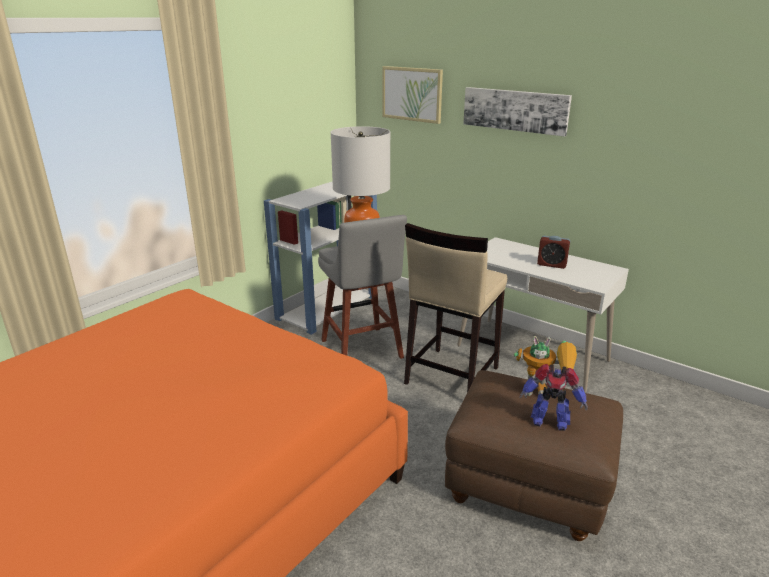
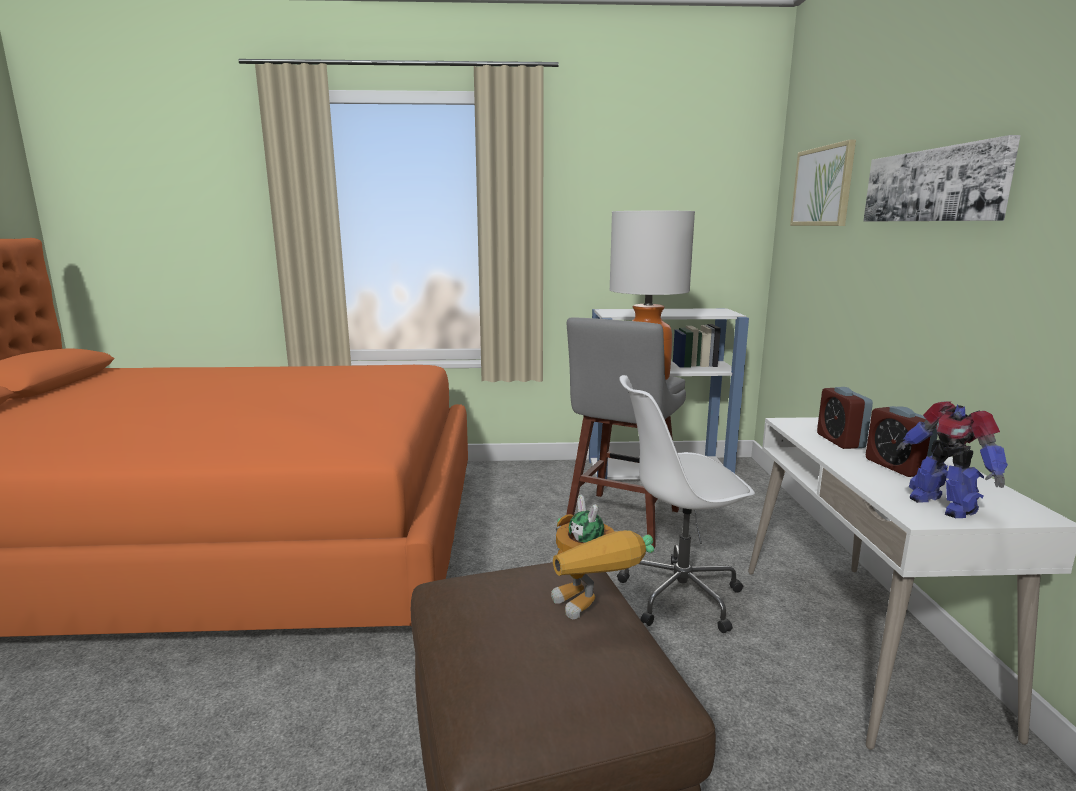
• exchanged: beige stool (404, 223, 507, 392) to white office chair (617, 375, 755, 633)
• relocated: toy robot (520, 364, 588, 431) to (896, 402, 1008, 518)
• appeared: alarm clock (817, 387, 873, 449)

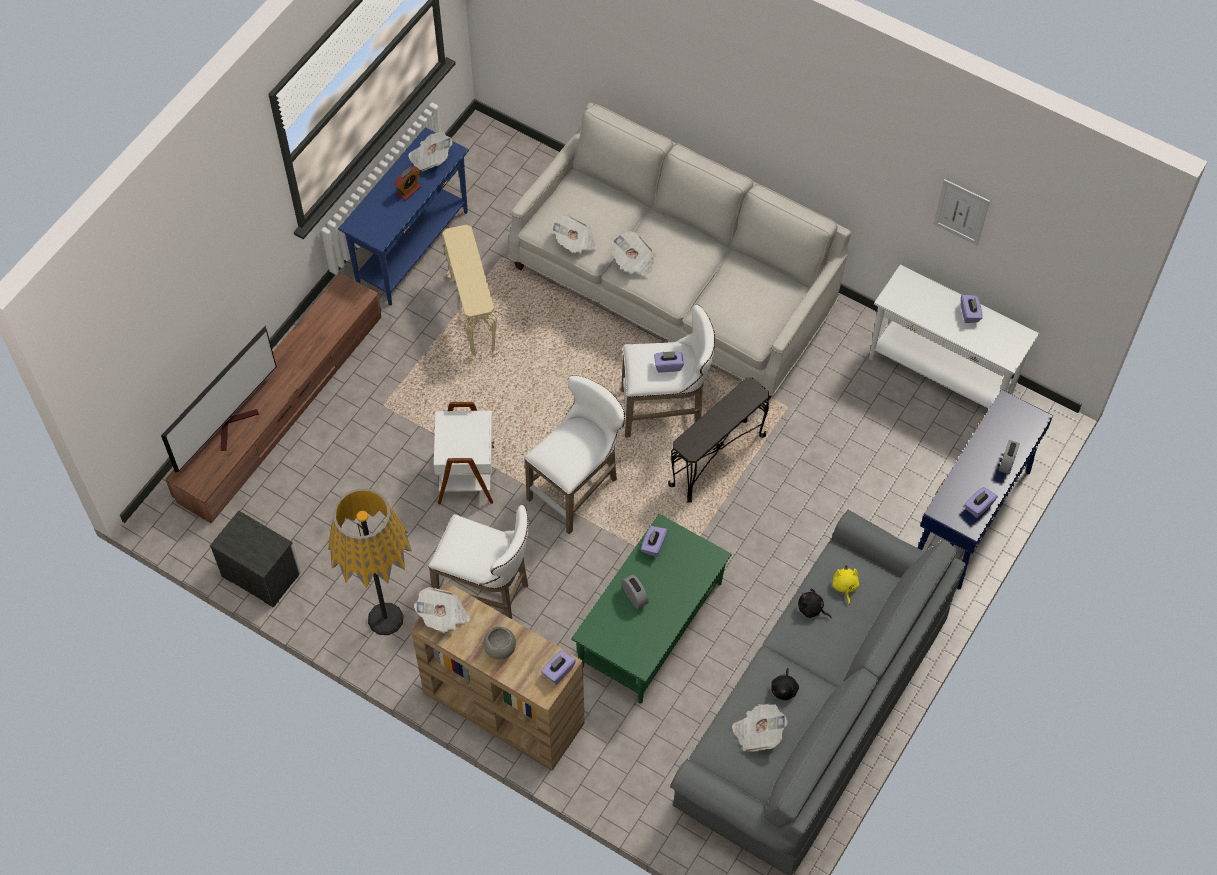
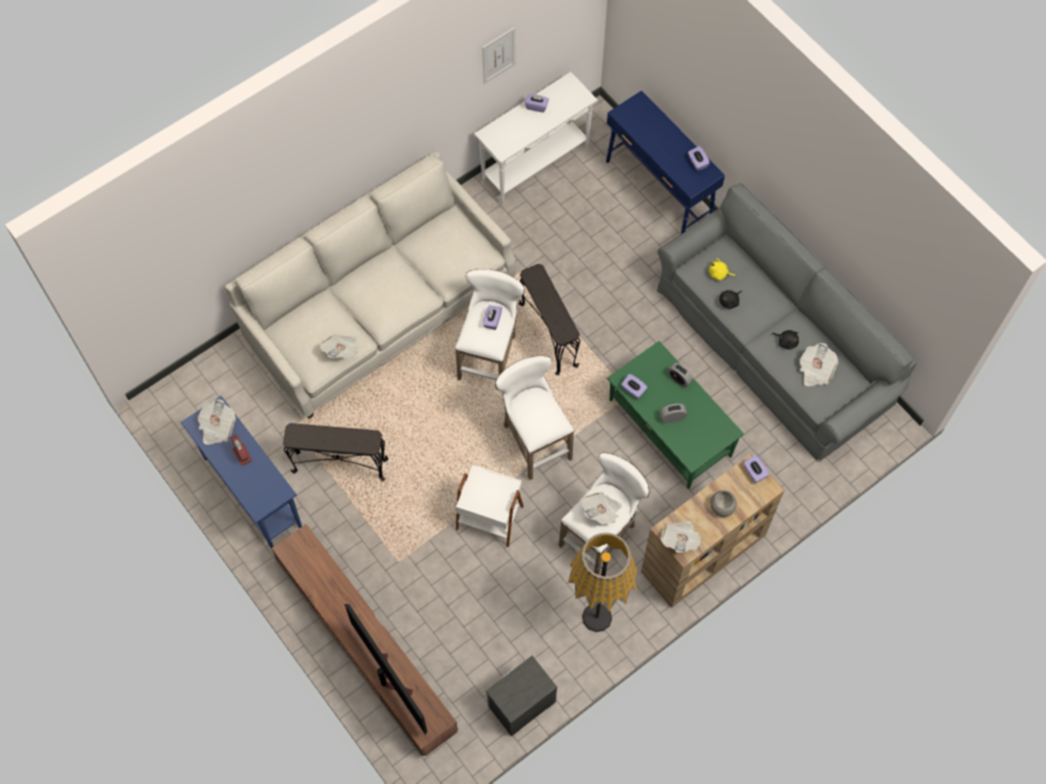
• colour: beige side table (442, 224, 500, 360) to black side table (283, 423, 388, 481)
• relocated: newspaper (612, 231, 656, 277) to (581, 492, 622, 524)
• relocated: alarm clock (999, 440, 1020, 474) to (667, 362, 693, 388)

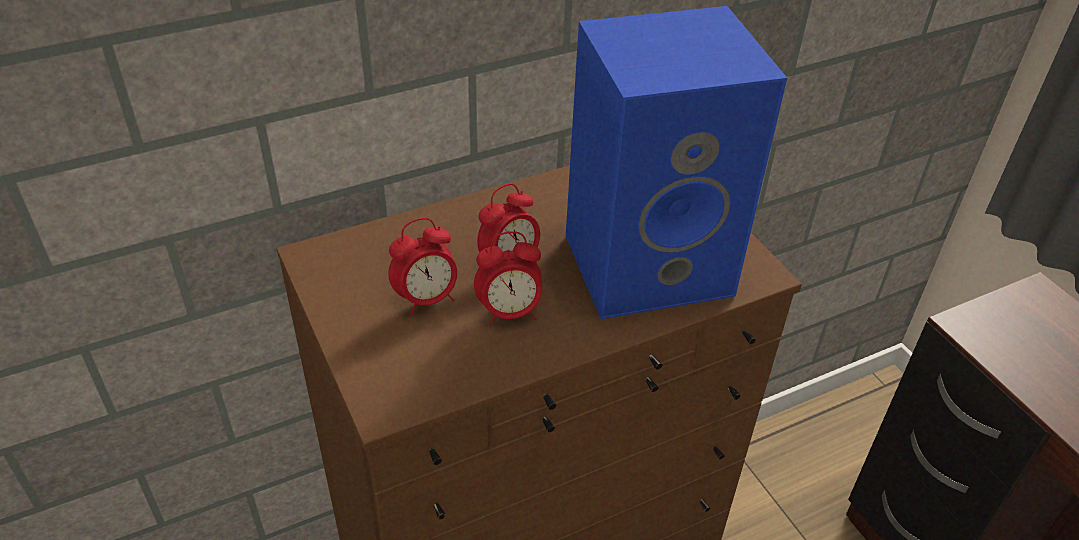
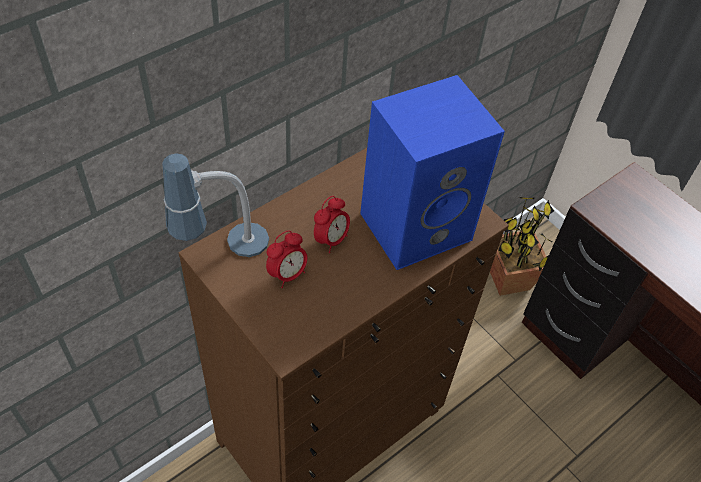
• missing: alarm clock (474, 231, 542, 327)
• appeared: table lamp (162, 153, 269, 257)
• appeared: potted plant (490, 197, 554, 296)

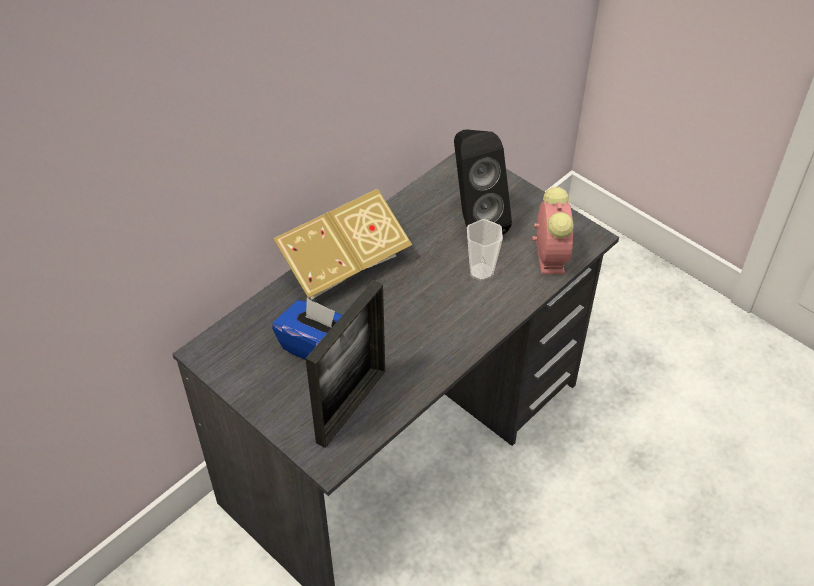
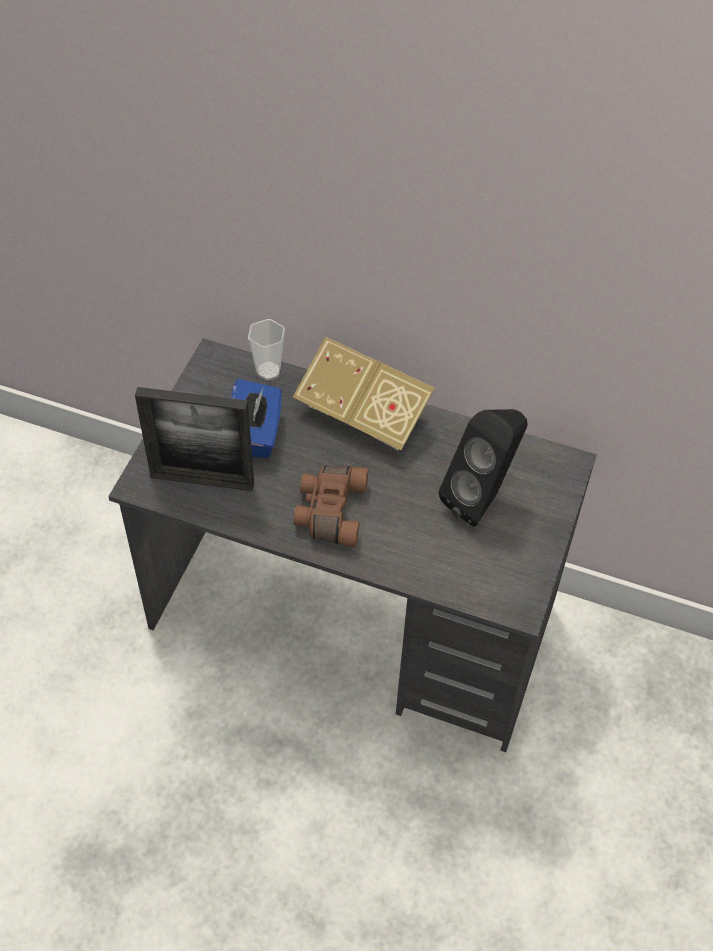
• relocated: cup (467, 219, 503, 281) to (248, 319, 285, 380)
• missing: alarm clock (532, 187, 574, 274)
• appeared: brown binoculars (293, 466, 369, 547)

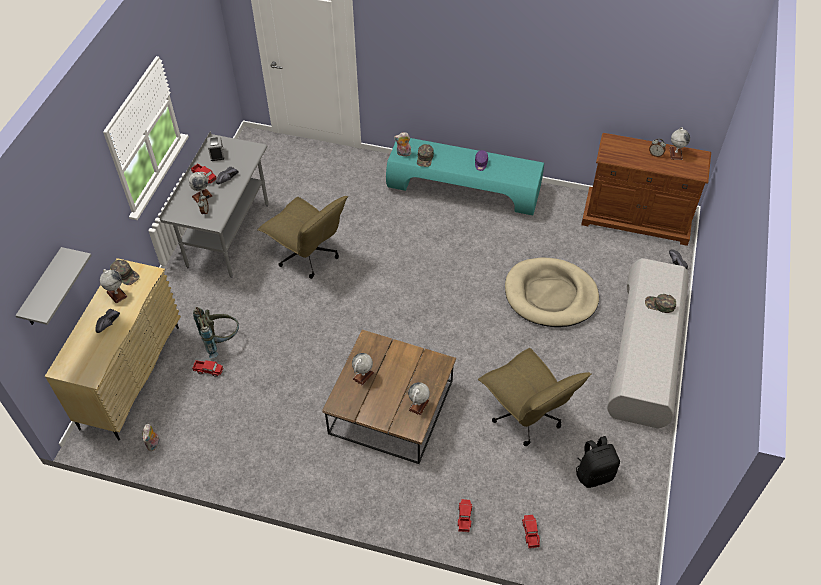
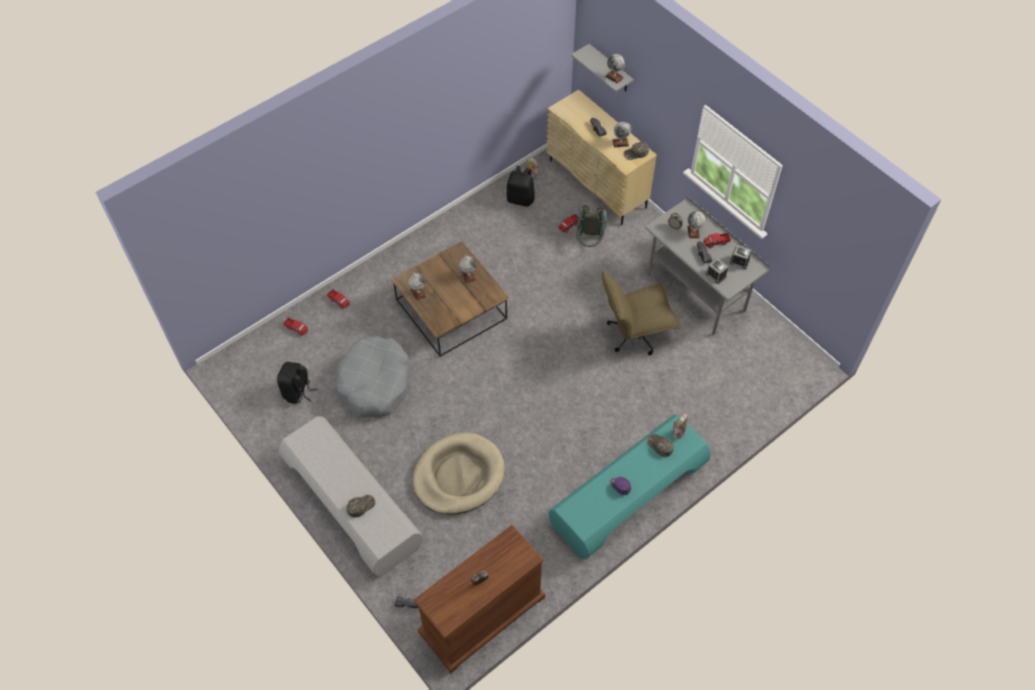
• exchanged: beige office chair (478, 348, 592, 446) to grey dog bed (336, 336, 410, 417)
• relocated: globe (669, 127, 690, 160) to (605, 54, 625, 84)
• appeared: black backpack (506, 166, 535, 207)
• appeared: alarm clock (705, 258, 728, 284)

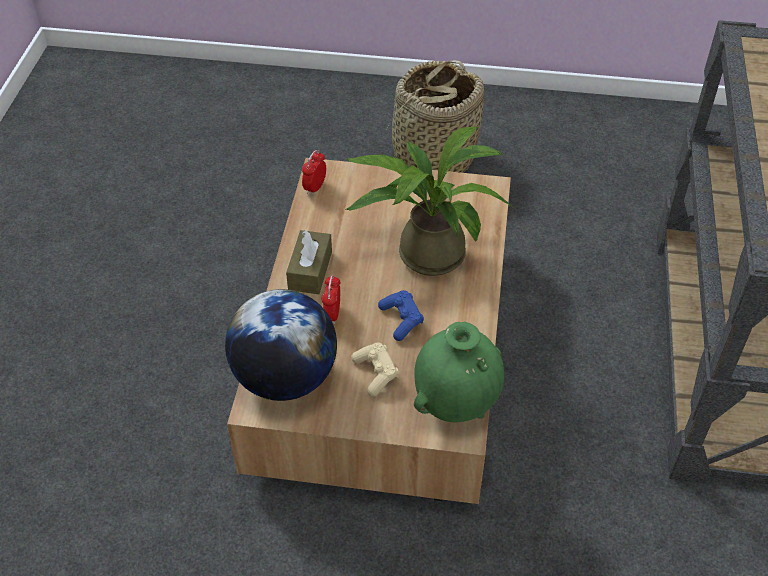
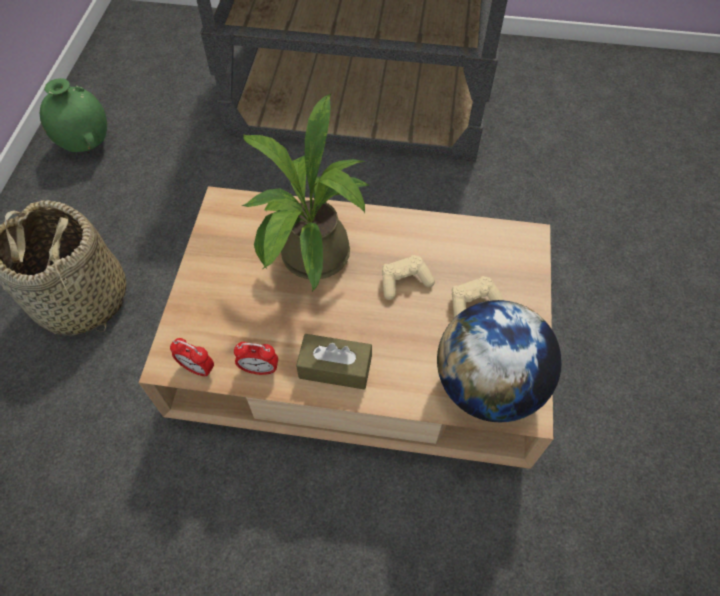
• relocated: alarm clock (322, 275, 341, 324) to (234, 342, 278, 375)
• colour: blue game controller (378, 290, 424, 341) to beige game controller (382, 255, 435, 300)
• relocated: green vase (414, 322, 504, 422) to (40, 78, 107, 152)

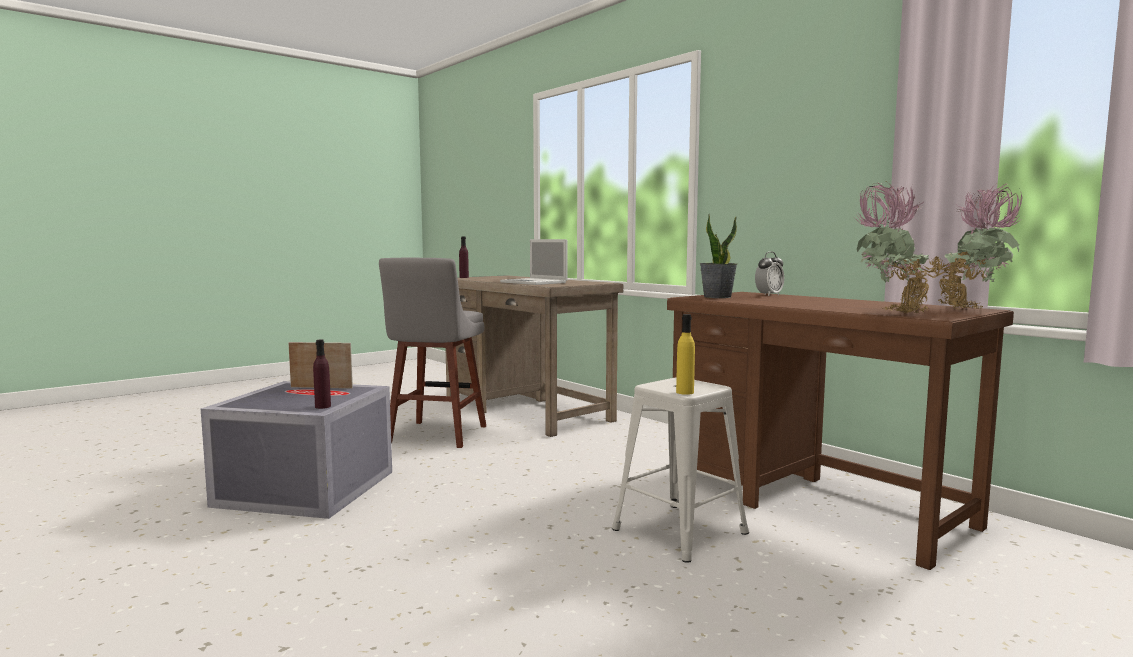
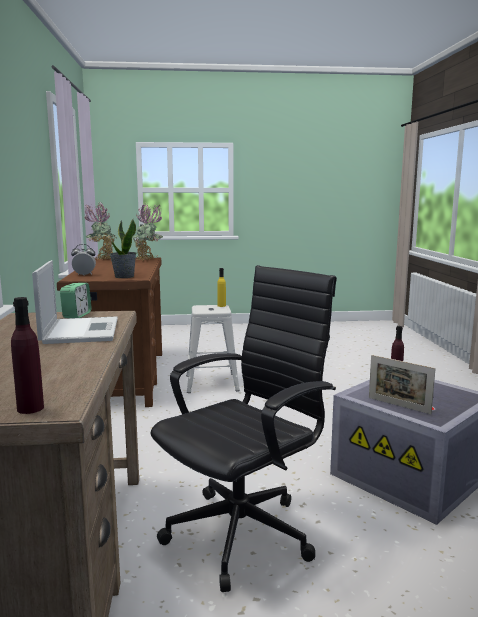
• exchanged: grey stool (379, 258, 486, 448) to black office chair (151, 265, 337, 592)
• appeared: alarm clock (60, 283, 91, 318)

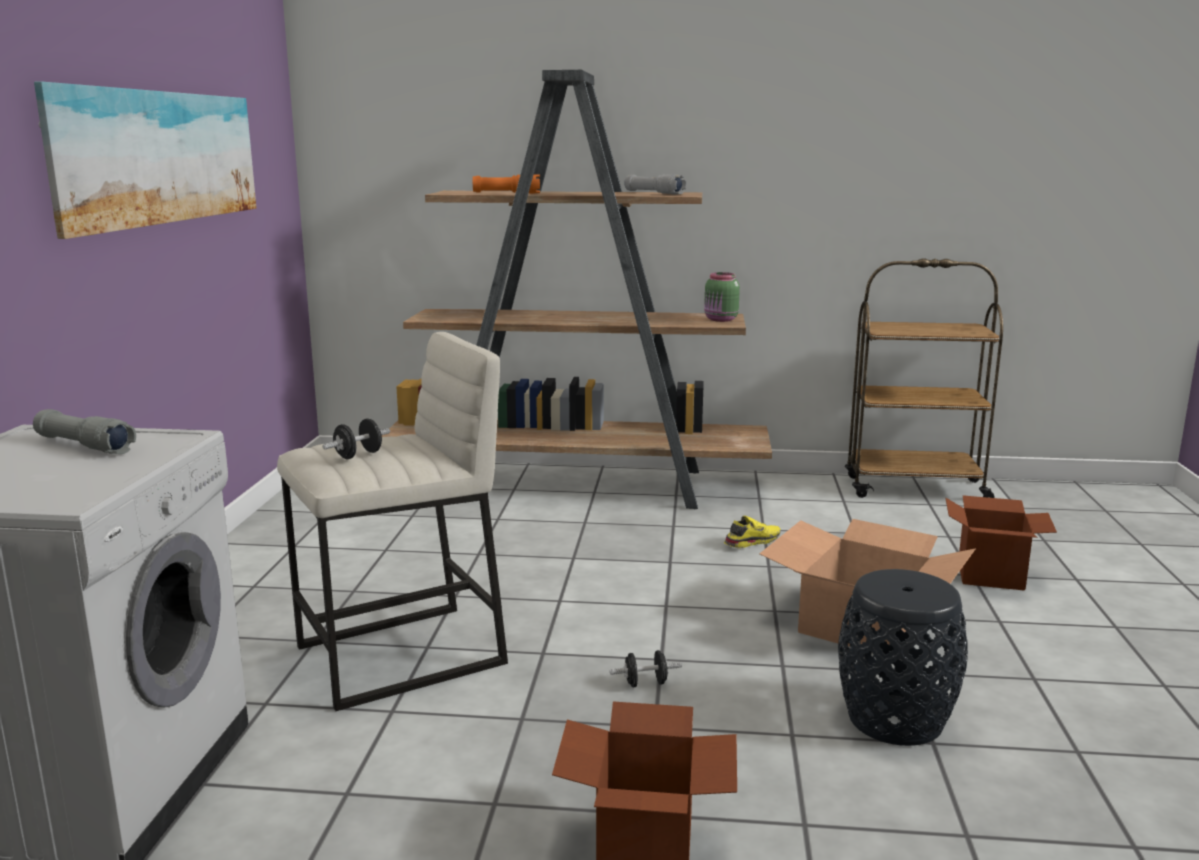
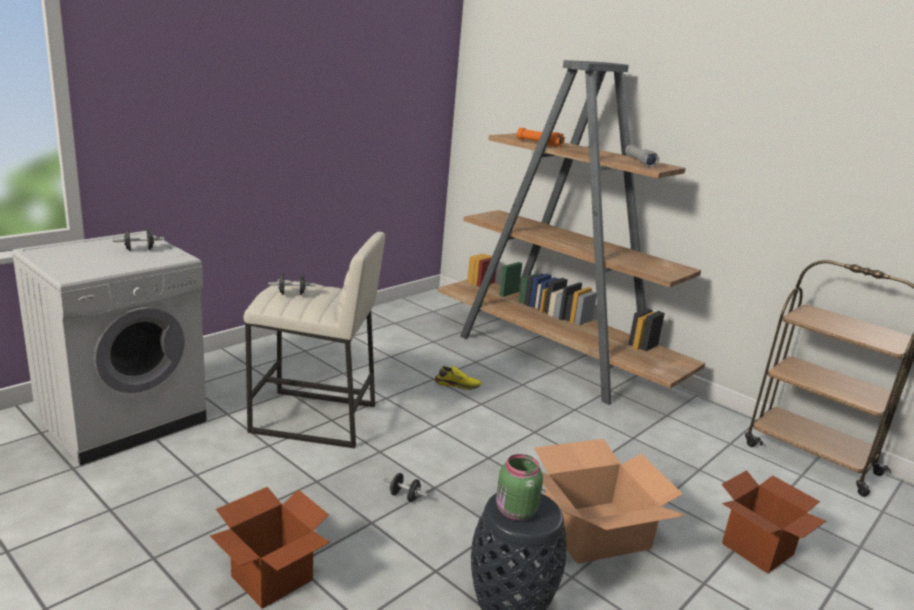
• exchanged: grey flashlight (33, 409, 136, 454) to black dumbbell (113, 228, 164, 251)
• missing: picture (34, 82, 256, 239)
• relocated: green jar (704, 272, 740, 322) to (496, 454, 543, 521)
• relocated: yellow shoe (724, 516, 781, 548) to (434, 365, 482, 390)

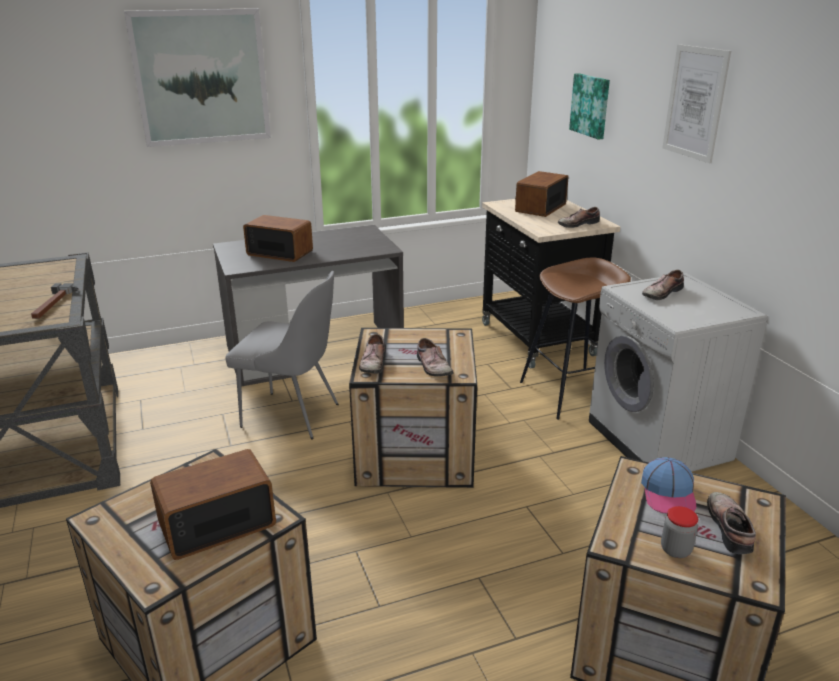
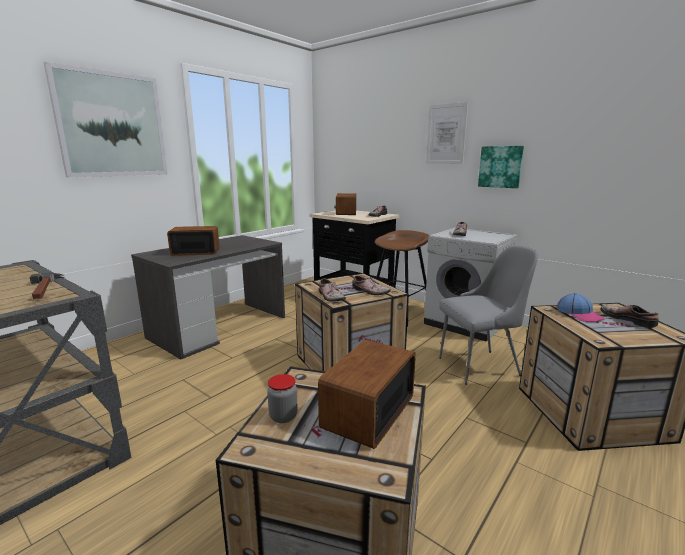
• relocated: grey chair (225, 271, 339, 440) to (439, 245, 538, 385)
• relocated: picture (569, 73, 610, 140) to (478, 146, 524, 188)
• relocated: jar (661, 506, 698, 558) to (267, 374, 298, 423)

